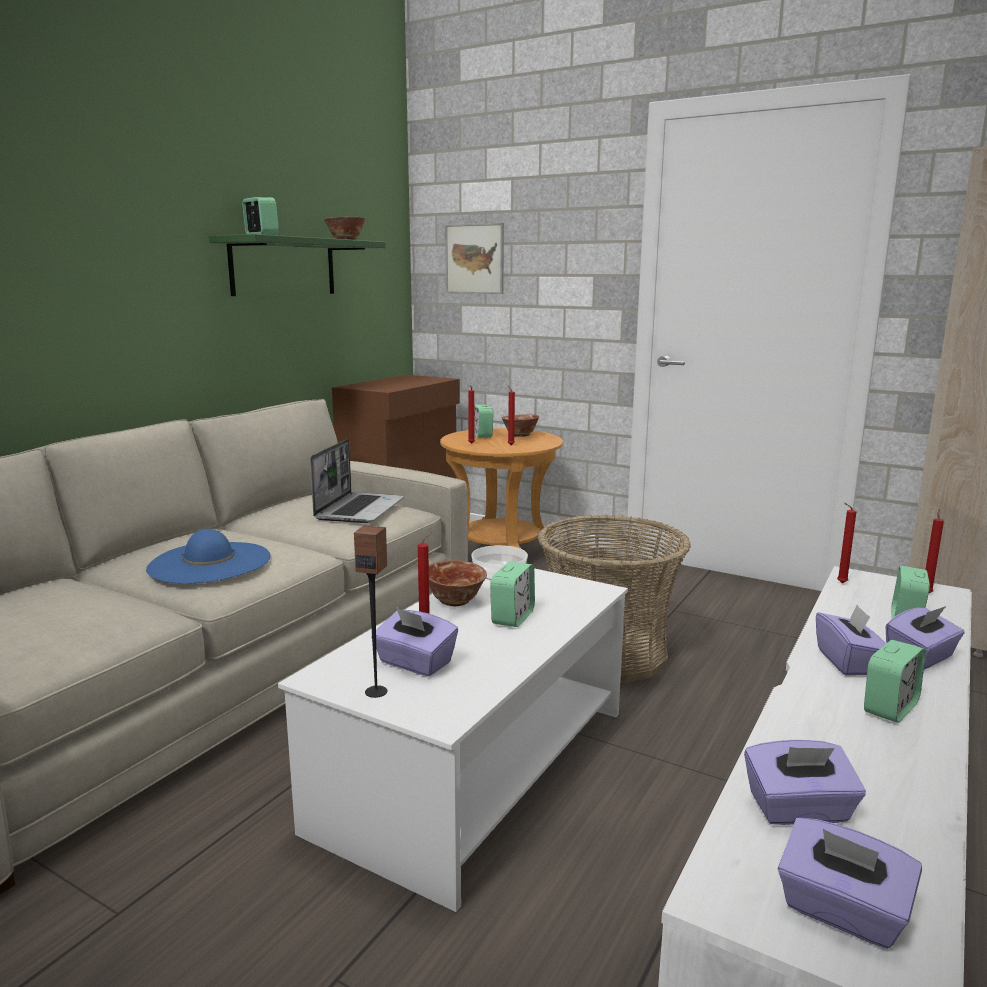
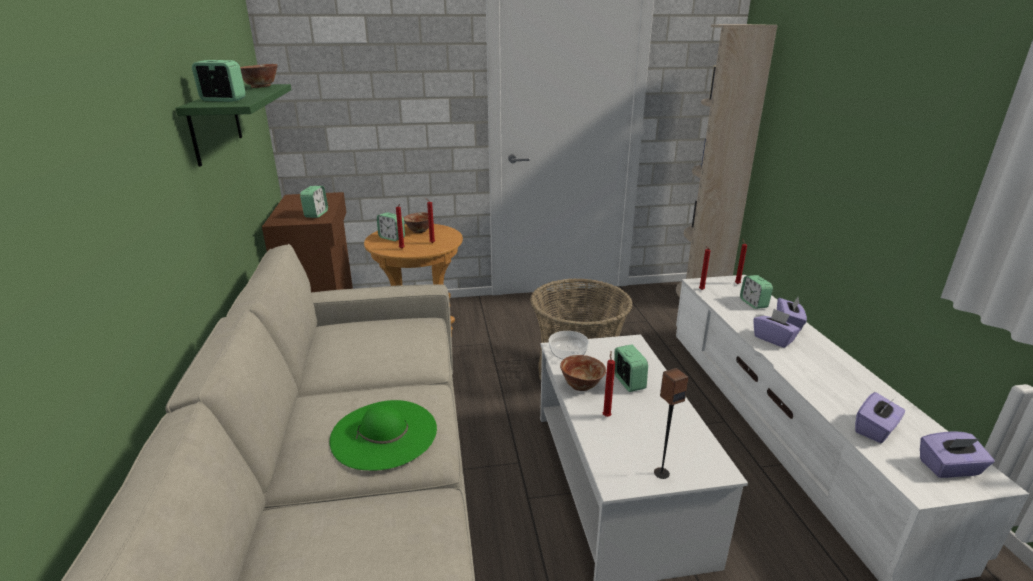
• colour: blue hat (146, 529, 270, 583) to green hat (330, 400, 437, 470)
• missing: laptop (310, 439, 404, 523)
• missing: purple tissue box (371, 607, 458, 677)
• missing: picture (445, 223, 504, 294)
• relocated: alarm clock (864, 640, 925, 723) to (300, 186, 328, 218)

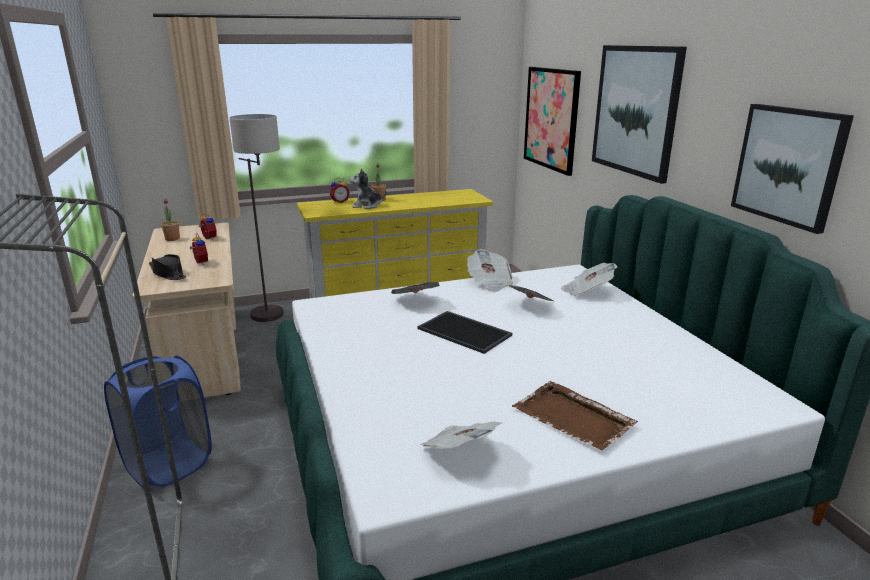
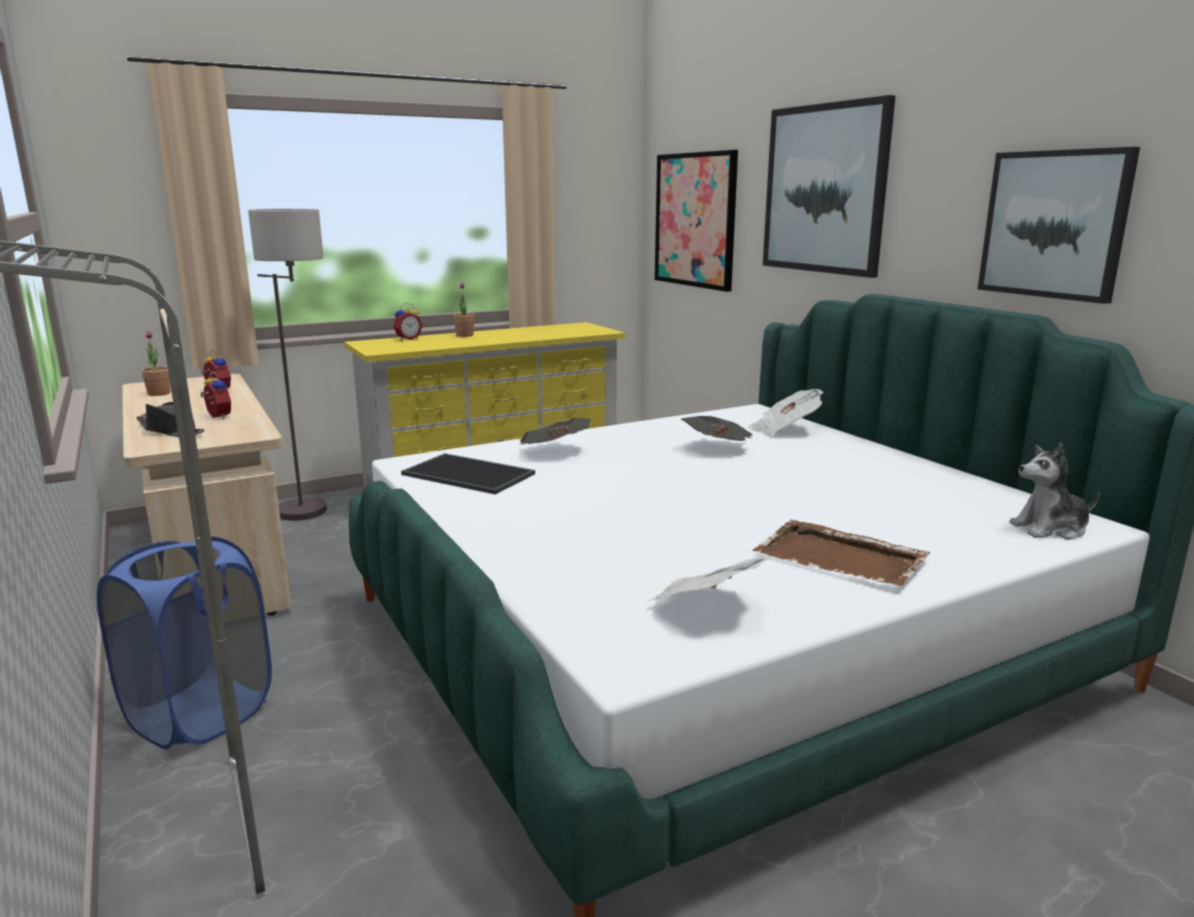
• relocated: plush toy (349, 168, 387, 209) to (1009, 443, 1100, 540)
• relocated: tray (418, 311, 512, 354) to (401, 453, 535, 494)
• missing: newspaper (467, 249, 513, 292)

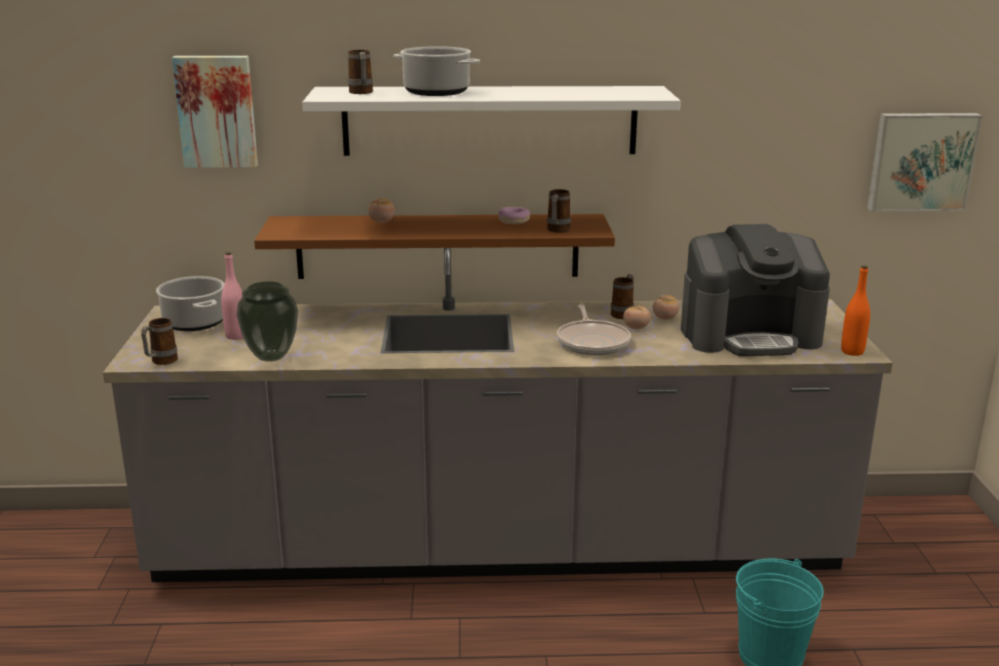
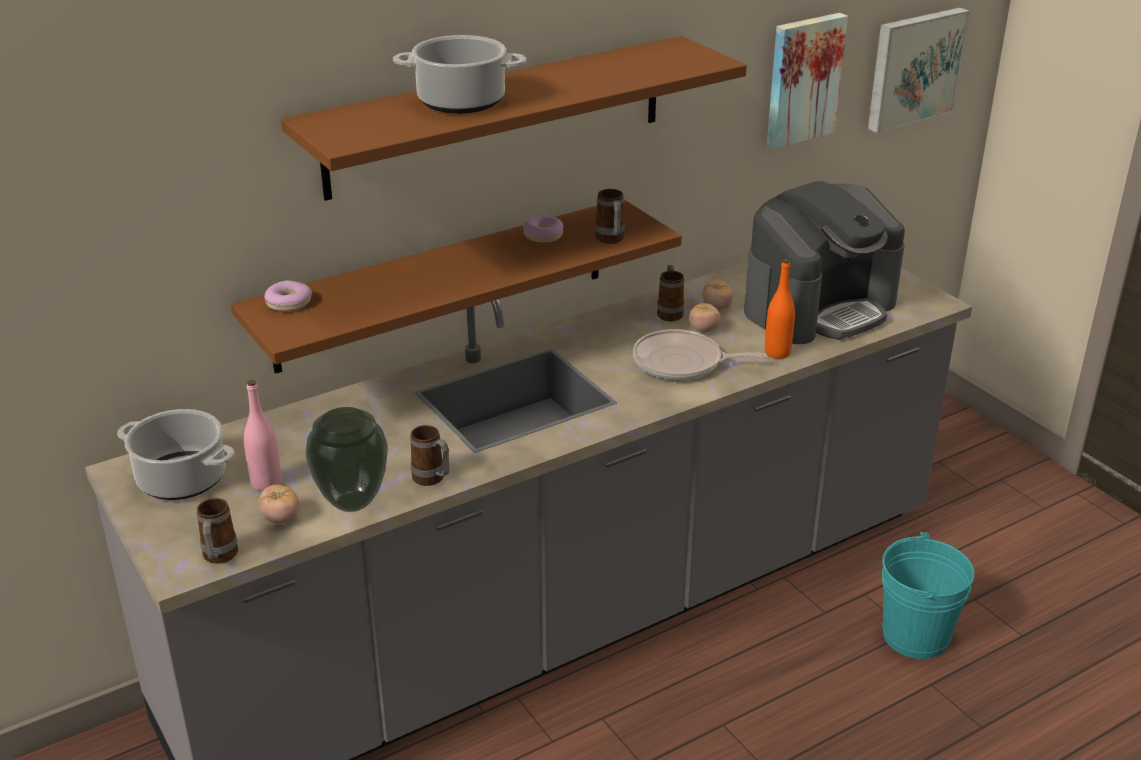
• relocated: picture (172, 56, 258, 168) to (767, 13, 848, 148)
• colour: white shelf (303, 86, 681, 156) to brown shelf (281, 36, 747, 201)
• relocated: mug (348, 50, 373, 94) to (410, 425, 449, 486)
• relocated: tomato (368, 198, 395, 223) to (258, 485, 300, 524)
• spun: frying pan (557, 305, 631, 355) = (633, 329, 767, 381) 135 degrees clockwise
• relocated: orange bottle (841, 265, 870, 356) to (765, 259, 795, 359)
• appeared: donut (264, 280, 312, 312)

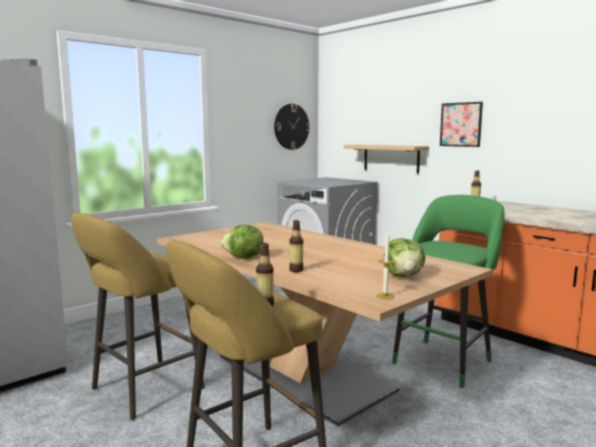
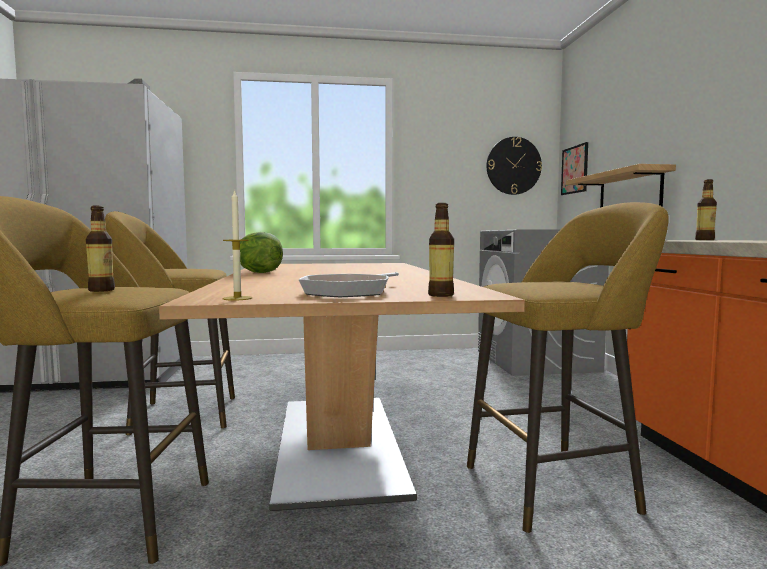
• relocated: bottle (289, 220, 304, 272) to (428, 203, 454, 297)
• exchanged: lettuce (384, 238, 425, 277) to frying pan (299, 272, 399, 297)
• colour: green stool (392, 195, 504, 388) to yellow stool (467, 202, 669, 533)
• relocated: picture (440, 102, 483, 147) to (561, 142, 588, 195)

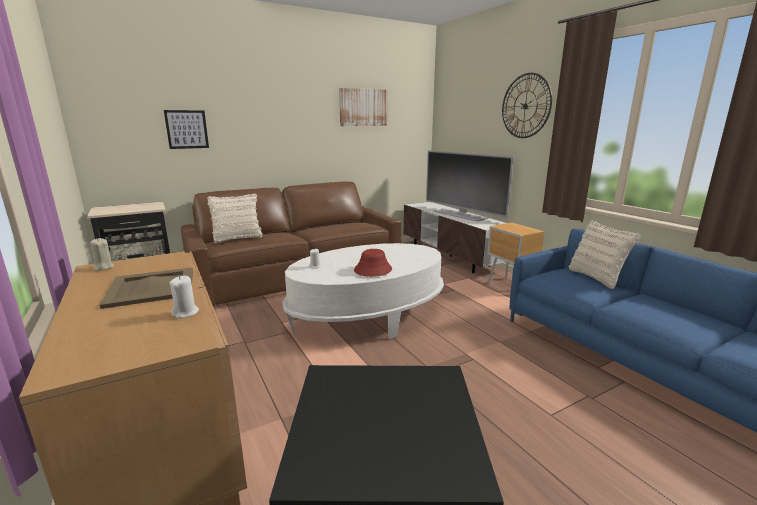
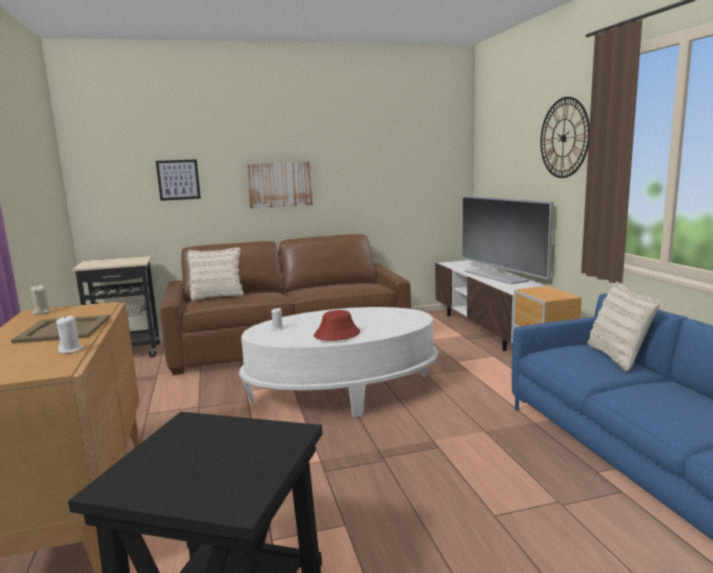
• relocated: picture (339, 88, 388, 126) to (246, 162, 314, 209)

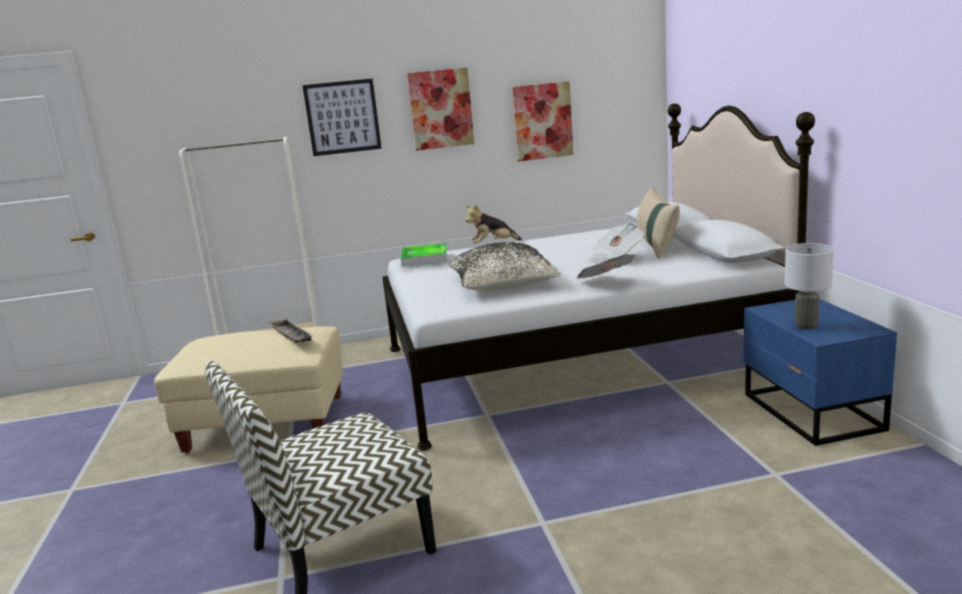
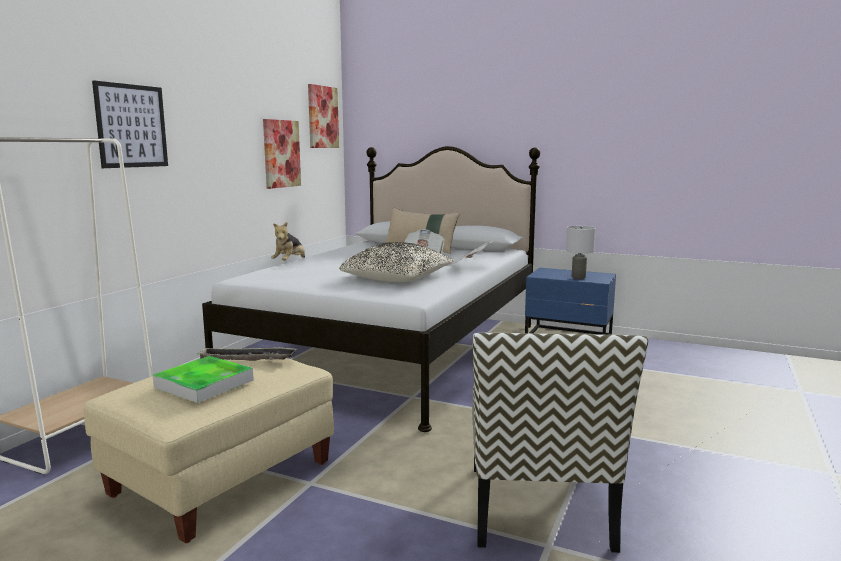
• relocated: tray (401, 243, 447, 267) to (153, 356, 254, 403)
• relocated: picture (407, 68, 474, 150) to (308, 84, 339, 148)

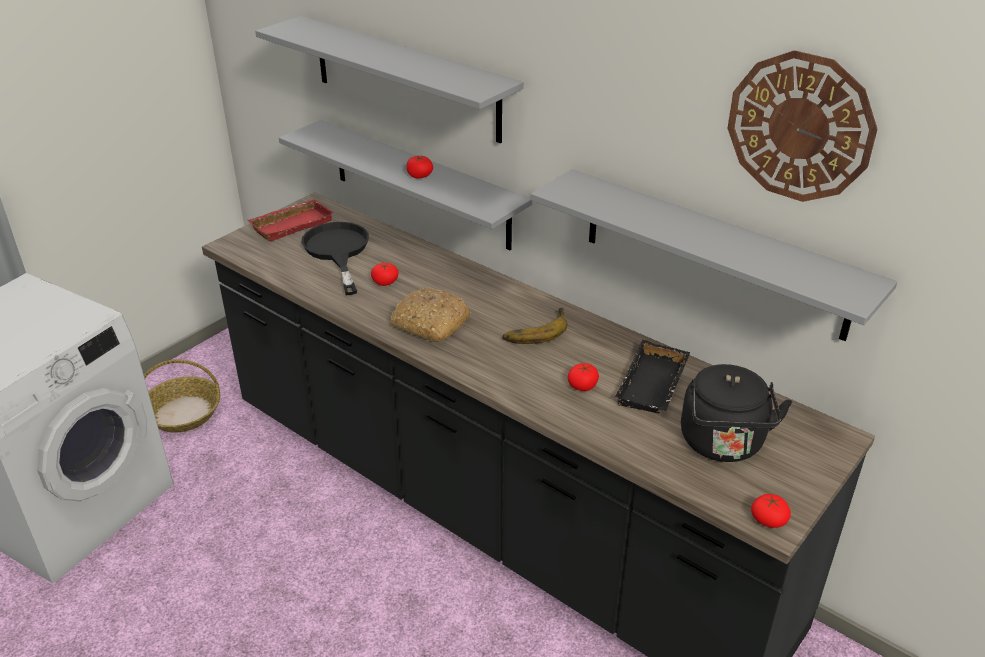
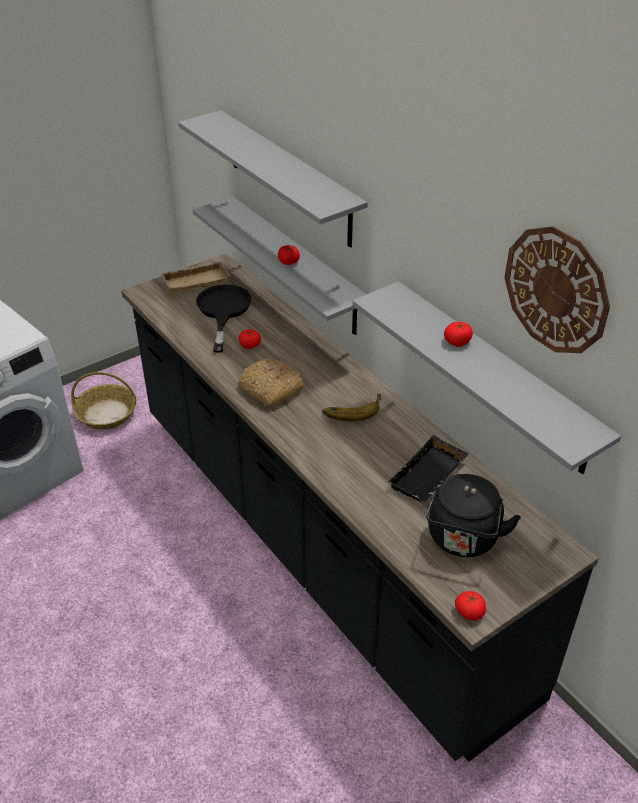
• colour: red tray (247, 199, 334, 241) to beige tray (161, 261, 231, 294)
• relocated: tomato (568, 363, 599, 391) to (444, 322, 473, 347)

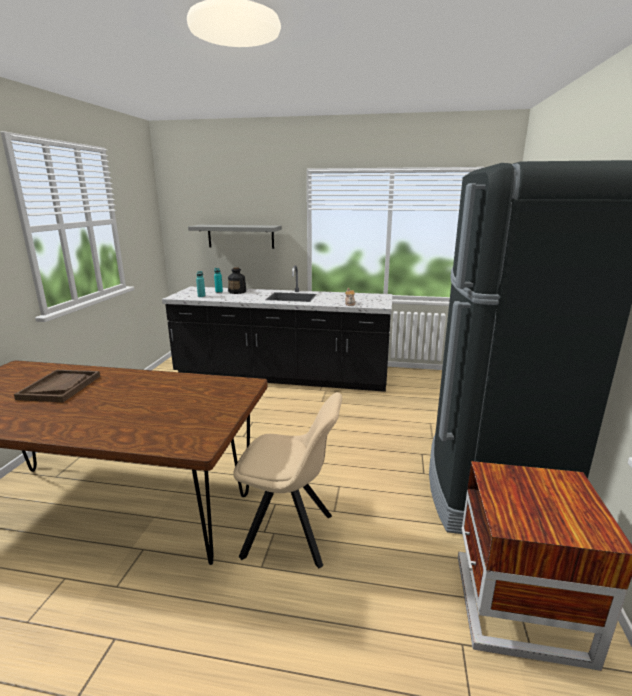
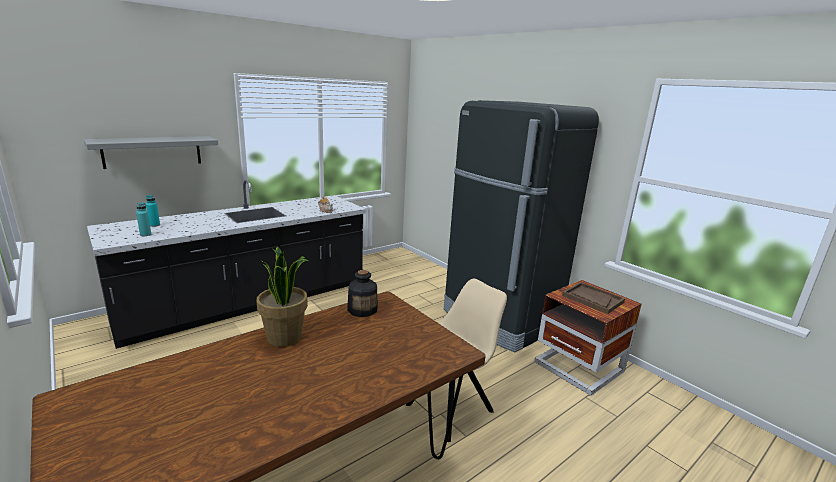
• relocated: brown tray (14, 370, 100, 402) to (562, 282, 625, 314)
• relocated: bottle (228, 267, 246, 294) to (347, 270, 378, 317)
• appeared: potted plant (257, 246, 310, 347)

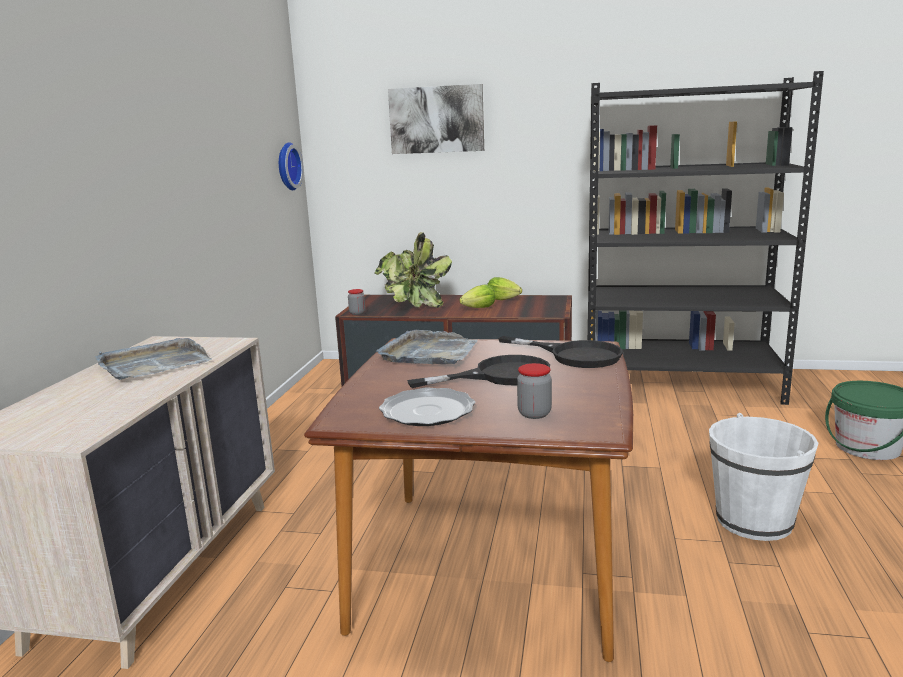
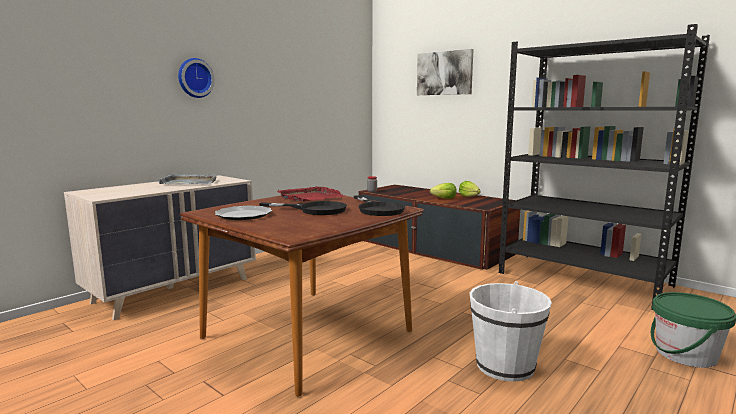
• relocated: wall clock (279, 142, 304, 190) to (178, 58, 215, 98)
• missing: potted plant (374, 232, 452, 308)
• colour: grey tray (376, 330, 478, 365) to red tray (277, 186, 345, 201)
• missing: jar (517, 363, 552, 419)

